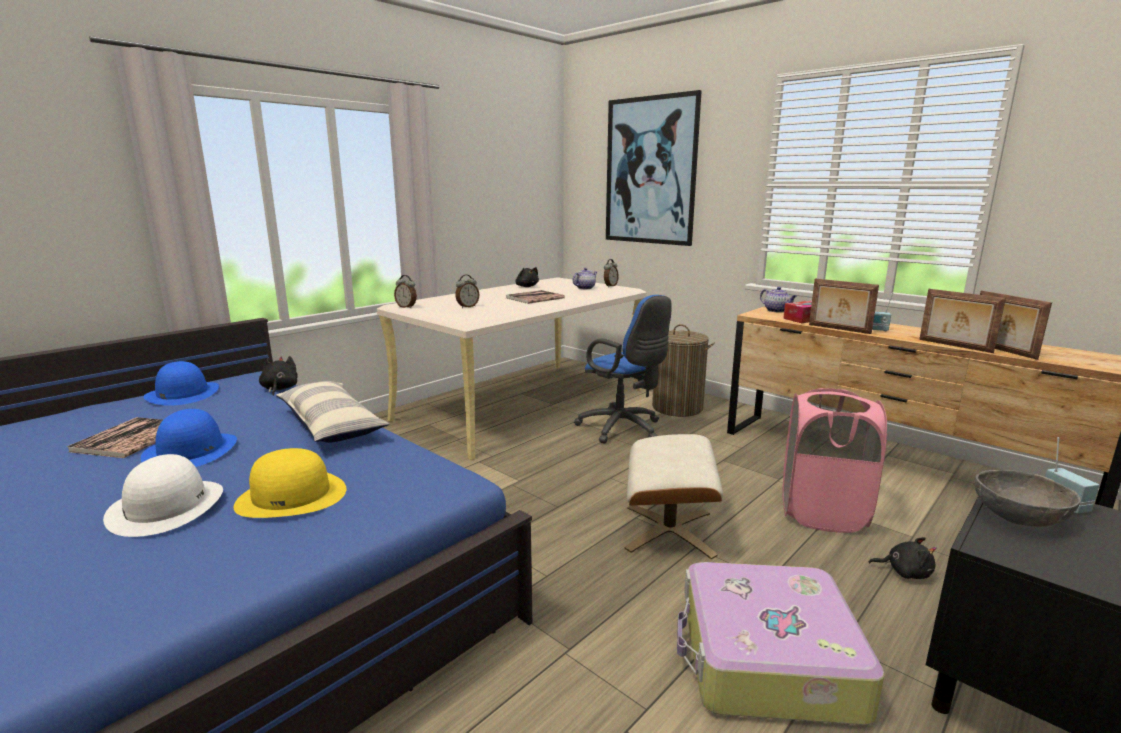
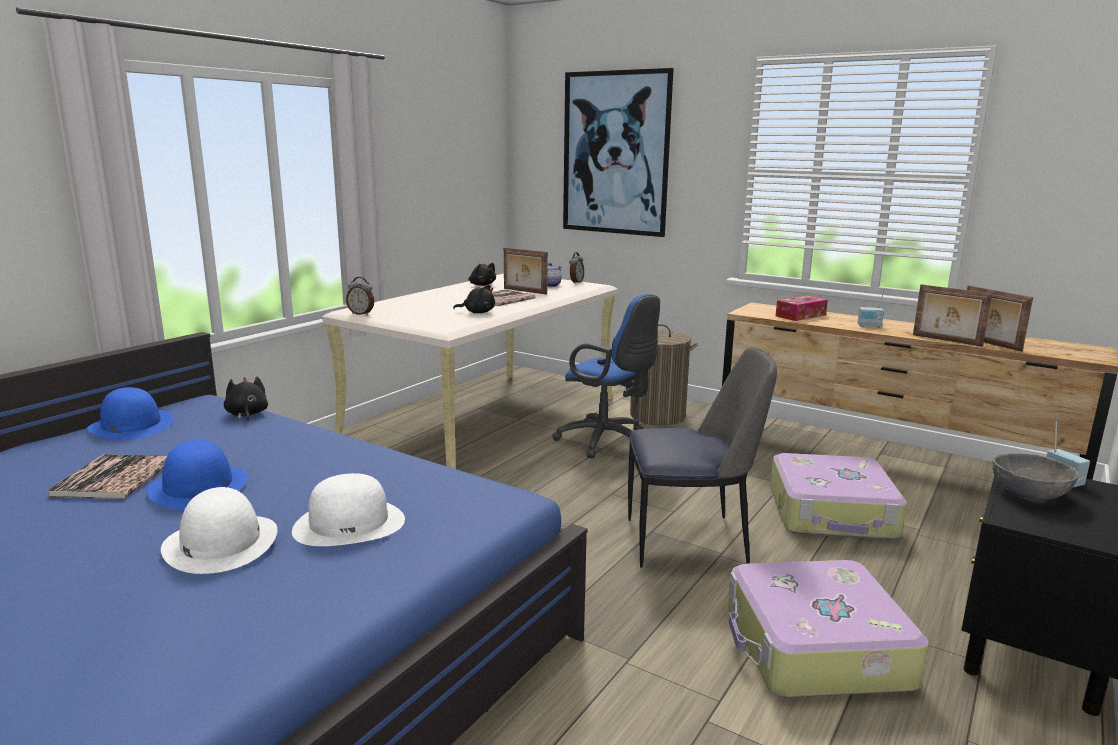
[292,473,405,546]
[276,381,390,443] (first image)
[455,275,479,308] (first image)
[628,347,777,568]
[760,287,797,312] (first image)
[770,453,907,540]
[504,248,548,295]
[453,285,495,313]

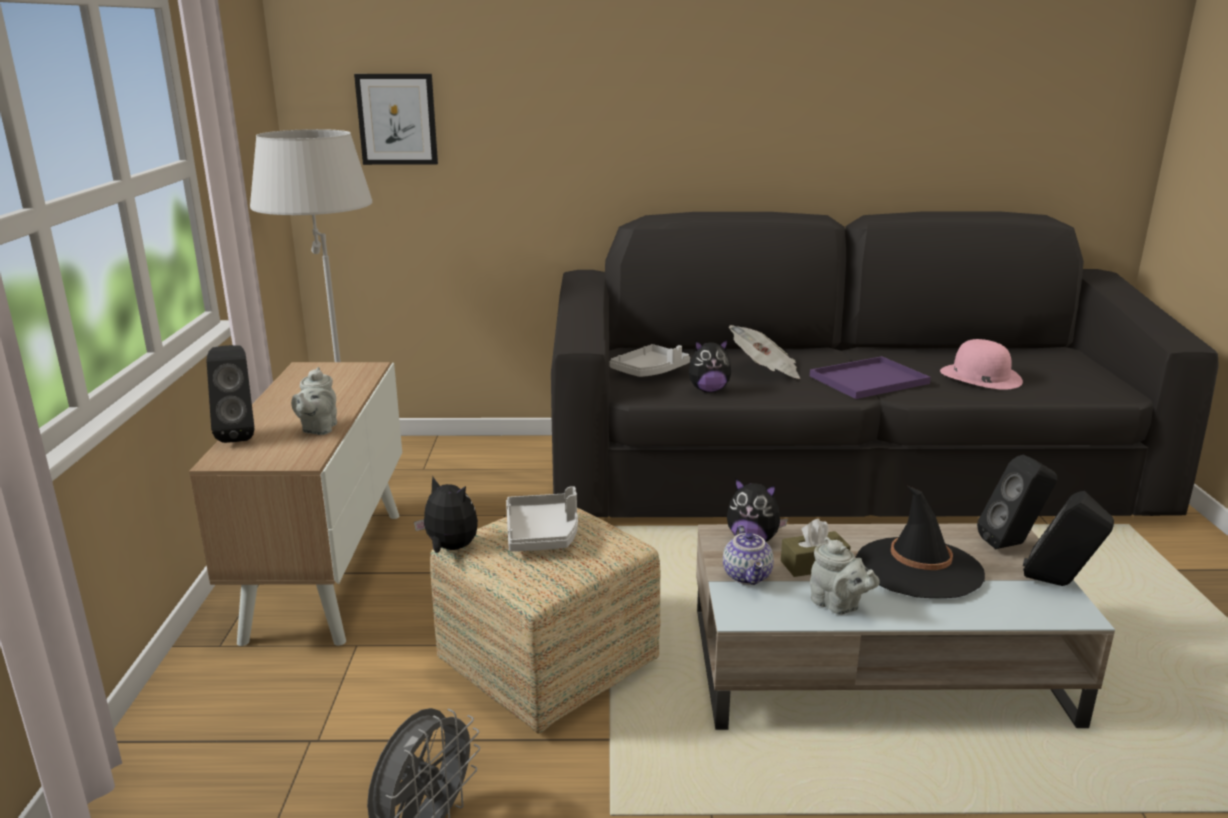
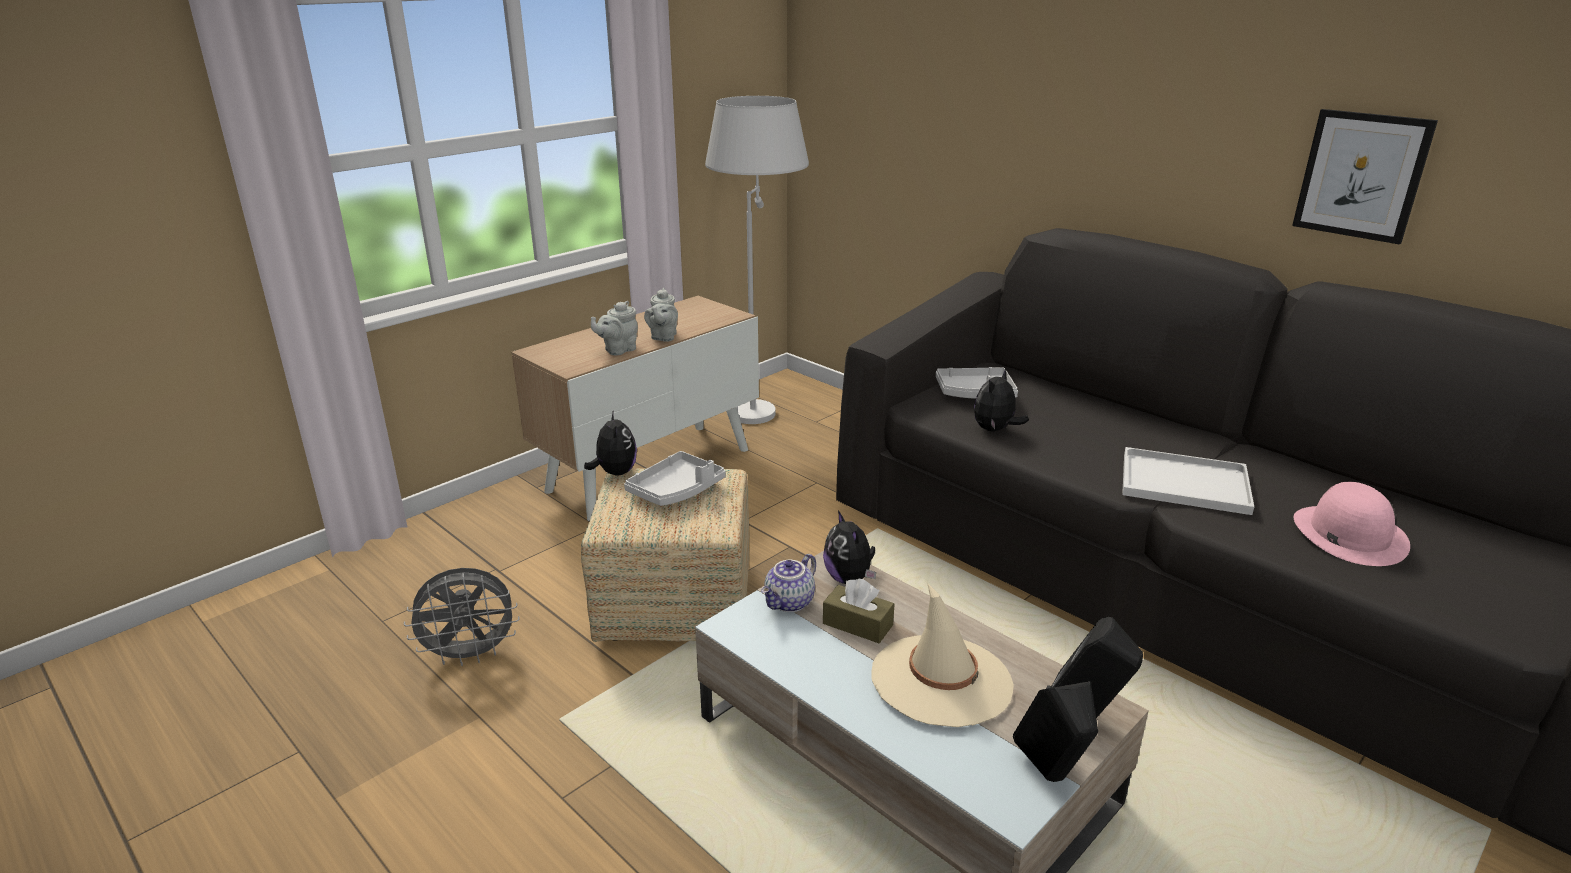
[207,345,254,443] (first image)
[1292,109,1438,245]
[974,369,1029,431]
[729,325,800,379] (first image)
[1122,447,1254,515]
[644,288,678,342]
[872,583,1014,727]

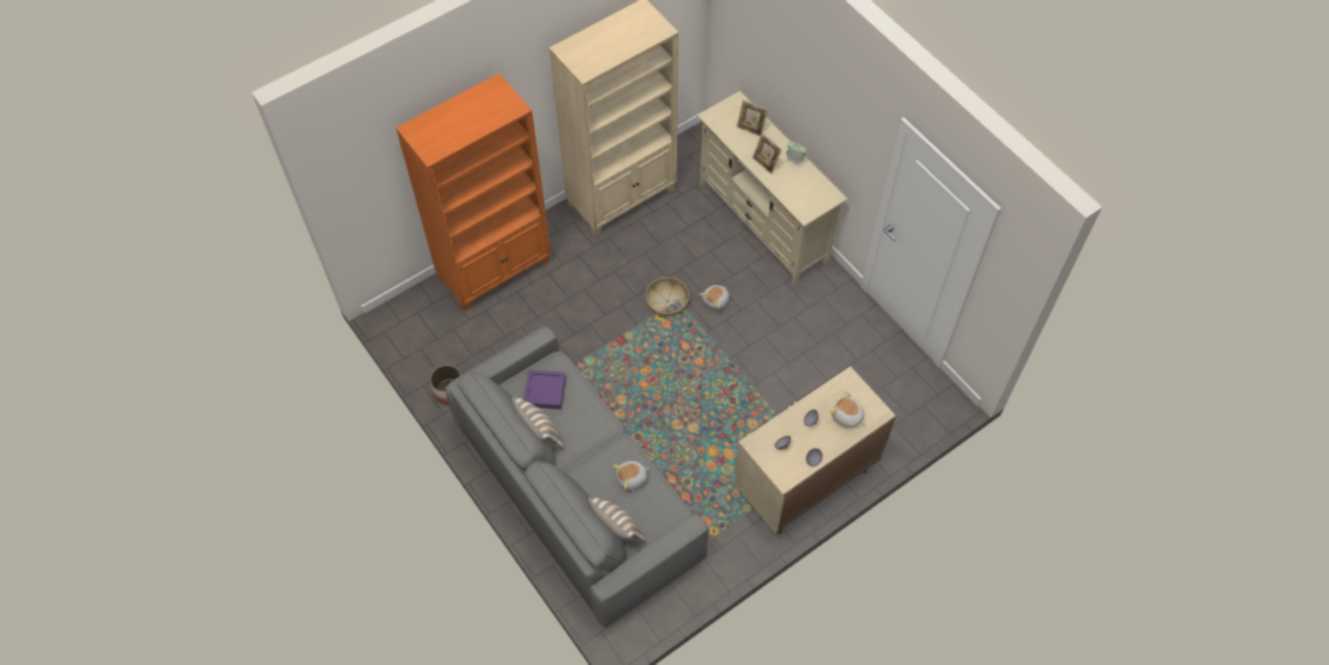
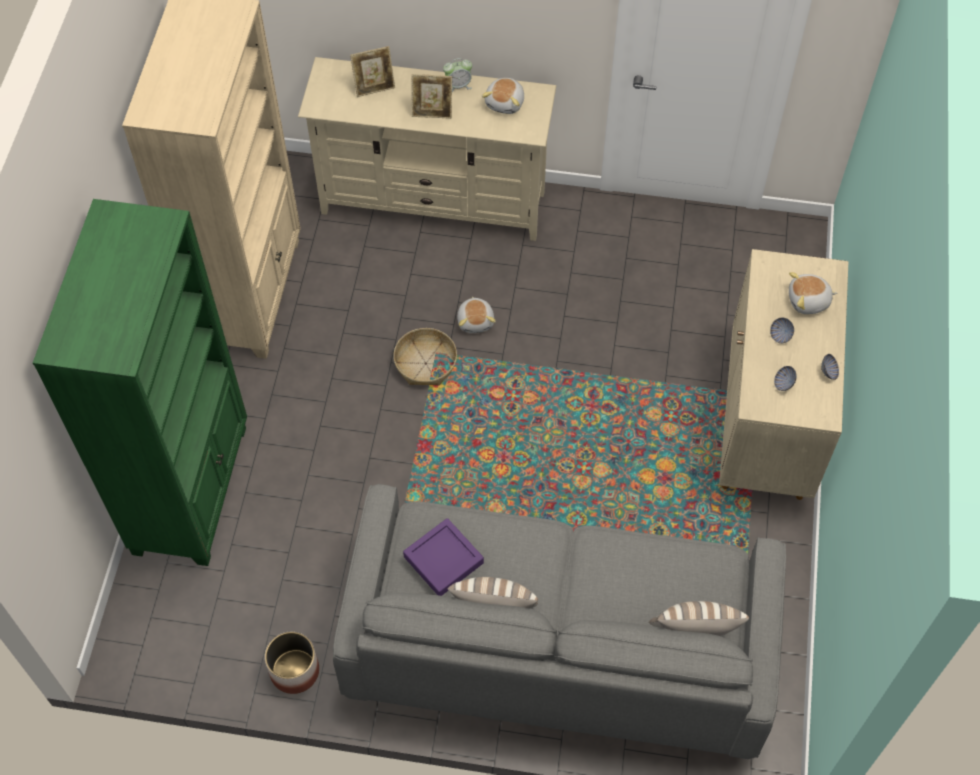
[33,199,247,566]
[482,78,524,114]

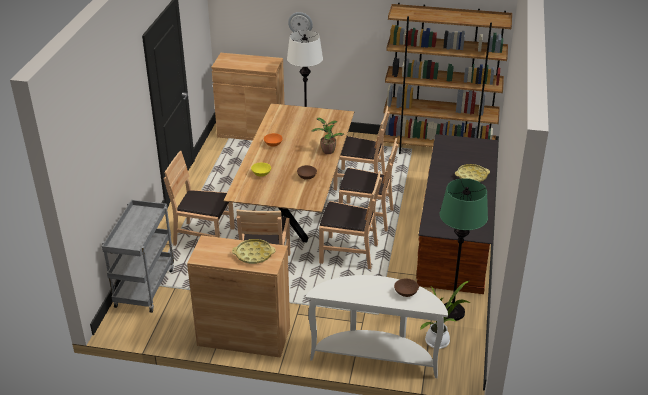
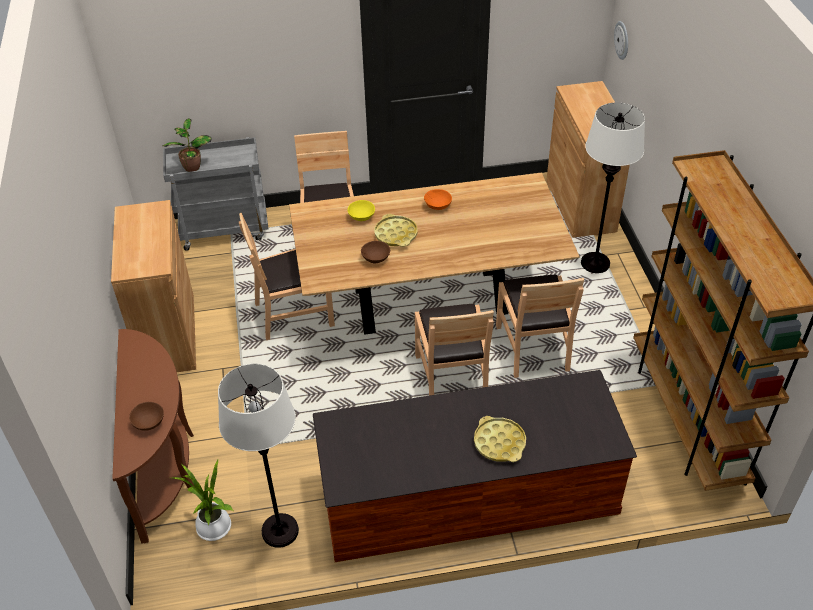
[375,214,418,247]
[614,21,628,60]
[112,329,195,544]
[162,118,212,172]
[319,171,382,269] (first image)
[218,364,299,548]

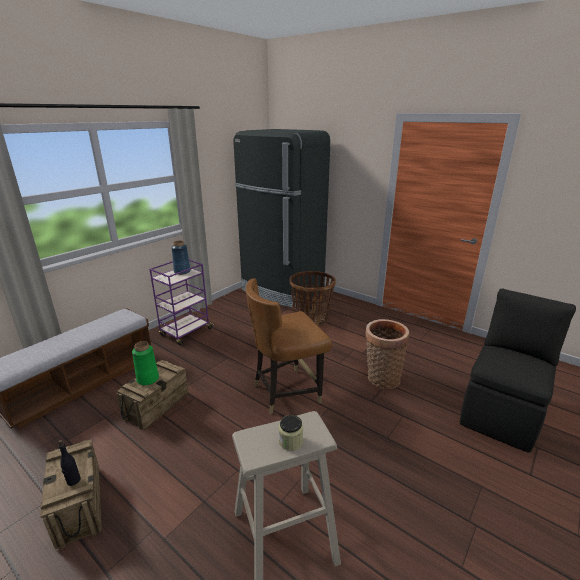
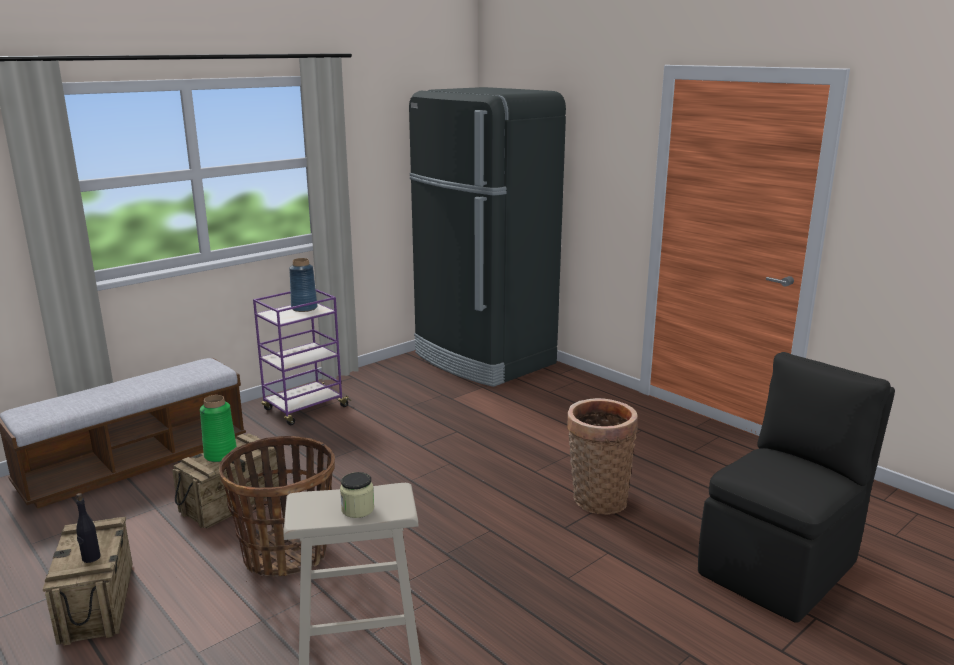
[245,278,332,414] (first image)
[219,436,335,576]

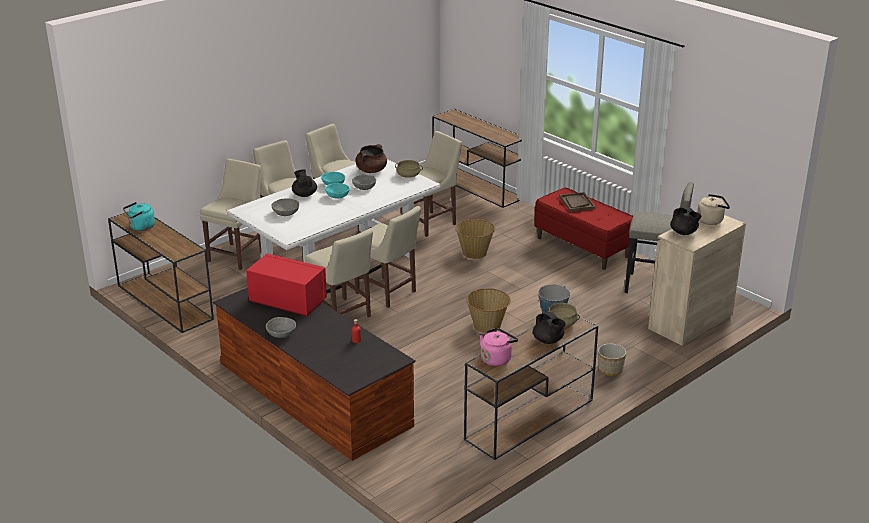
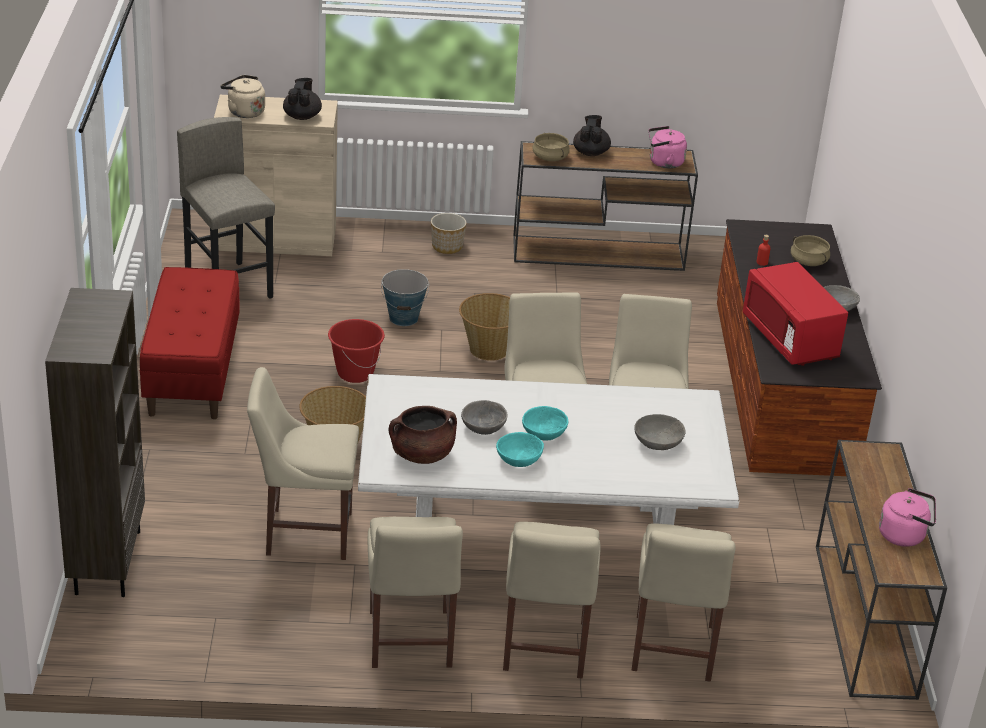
[879,488,936,547]
[632,523,736,682]
[292,169,317,197] (first image)
[791,235,830,266]
[45,288,145,597]
[559,192,596,212] (first image)
[328,319,385,383]

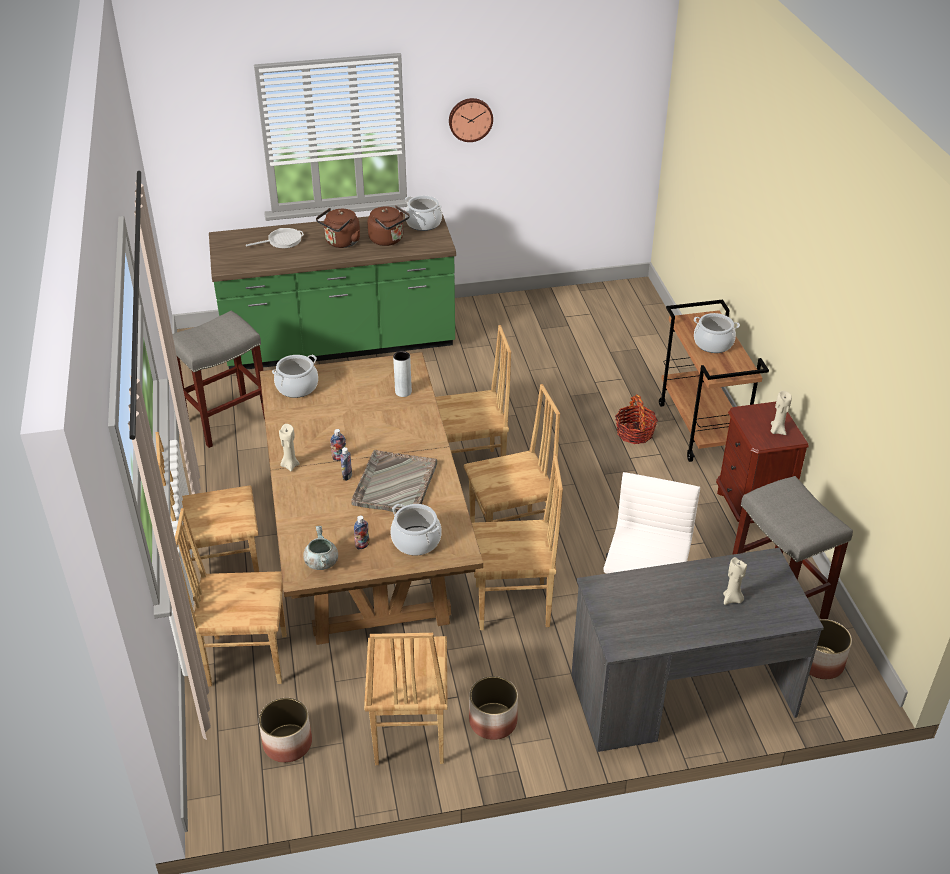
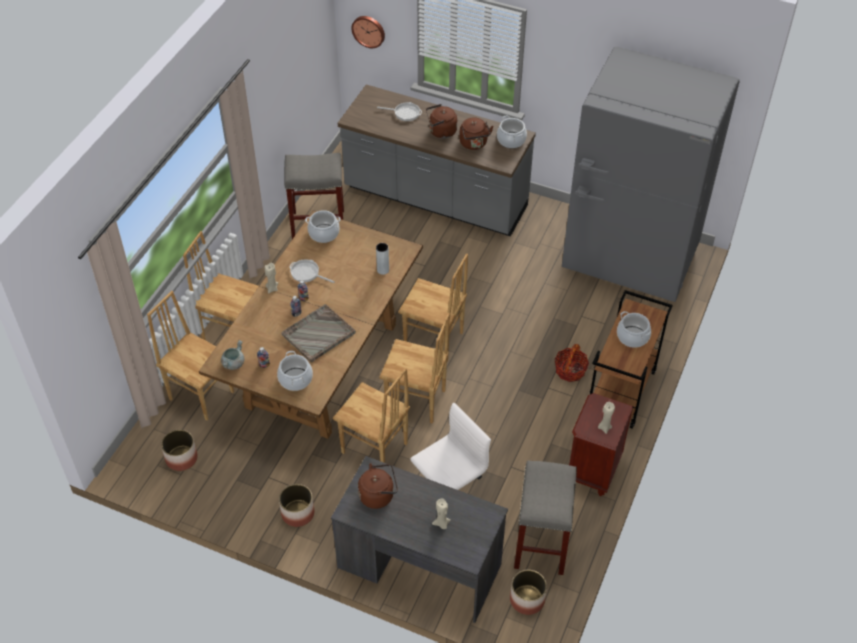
[338,84,536,237]
[364,633,448,765] (first image)
[351,16,385,48]
[289,259,335,283]
[358,463,398,509]
[562,47,740,302]

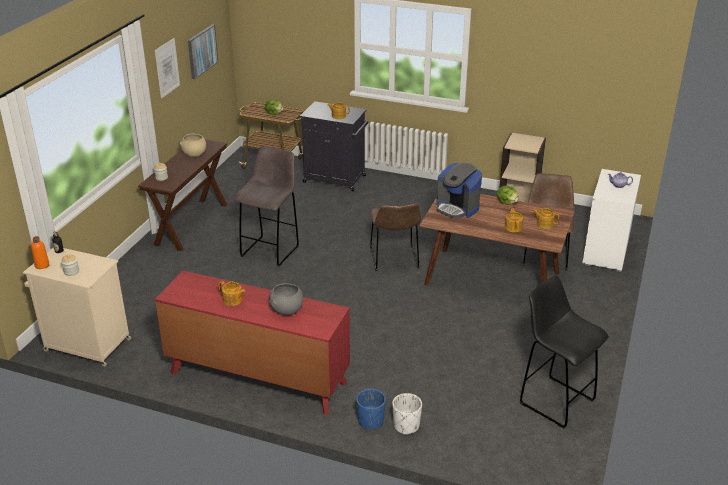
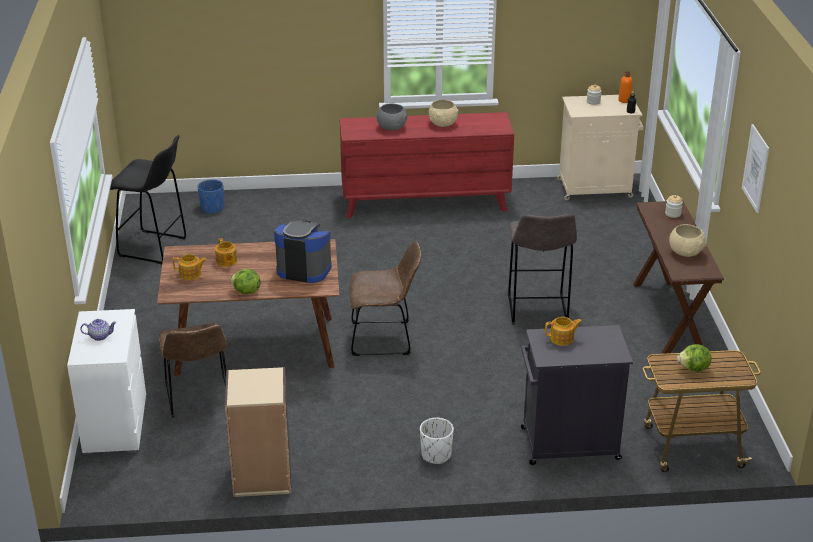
[188,24,218,79] (first image)
[429,100,459,127]
[197,179,224,214]
[350,241,421,356]
[420,418,454,464]

